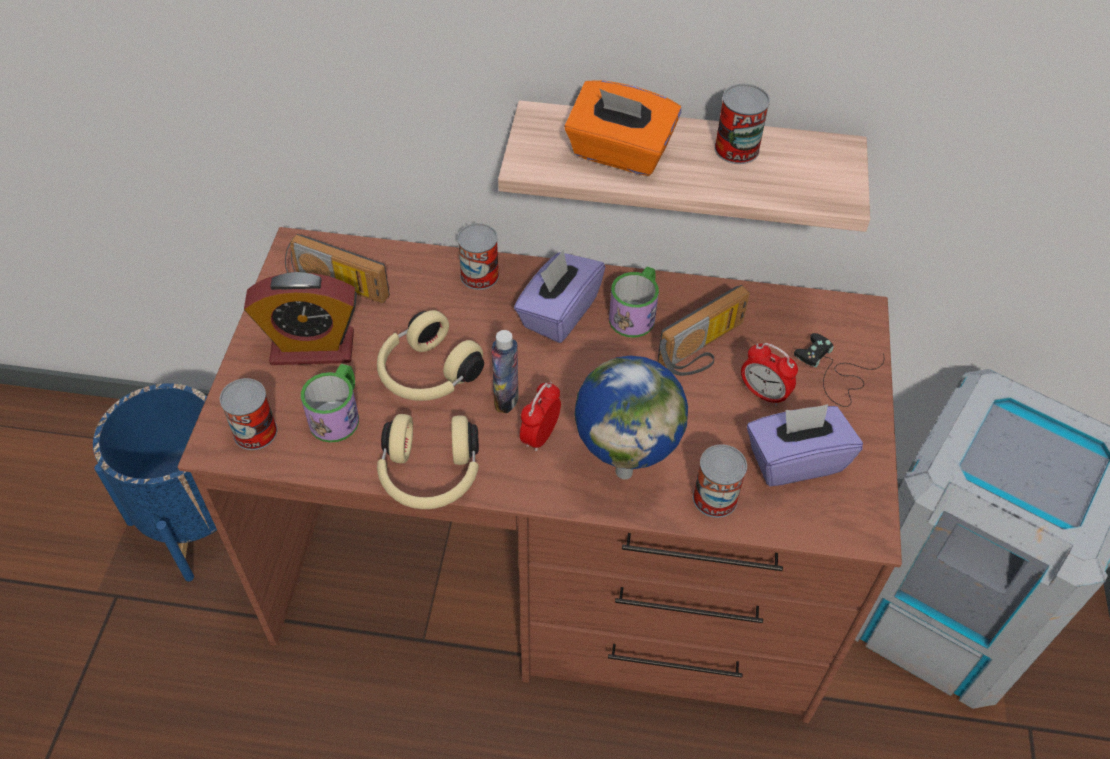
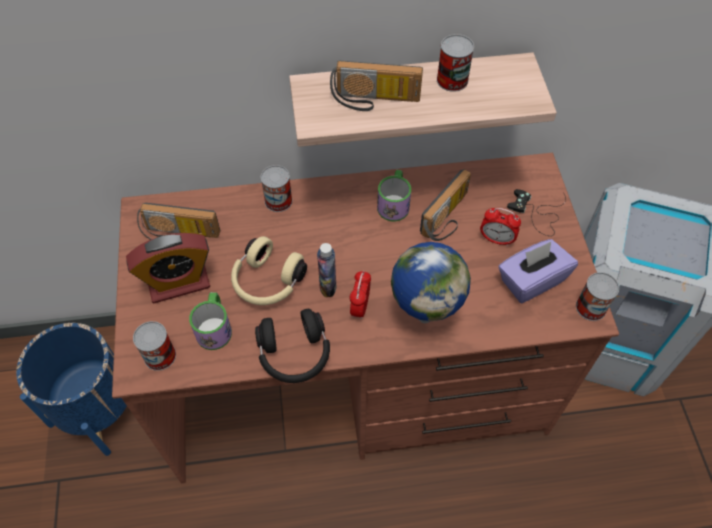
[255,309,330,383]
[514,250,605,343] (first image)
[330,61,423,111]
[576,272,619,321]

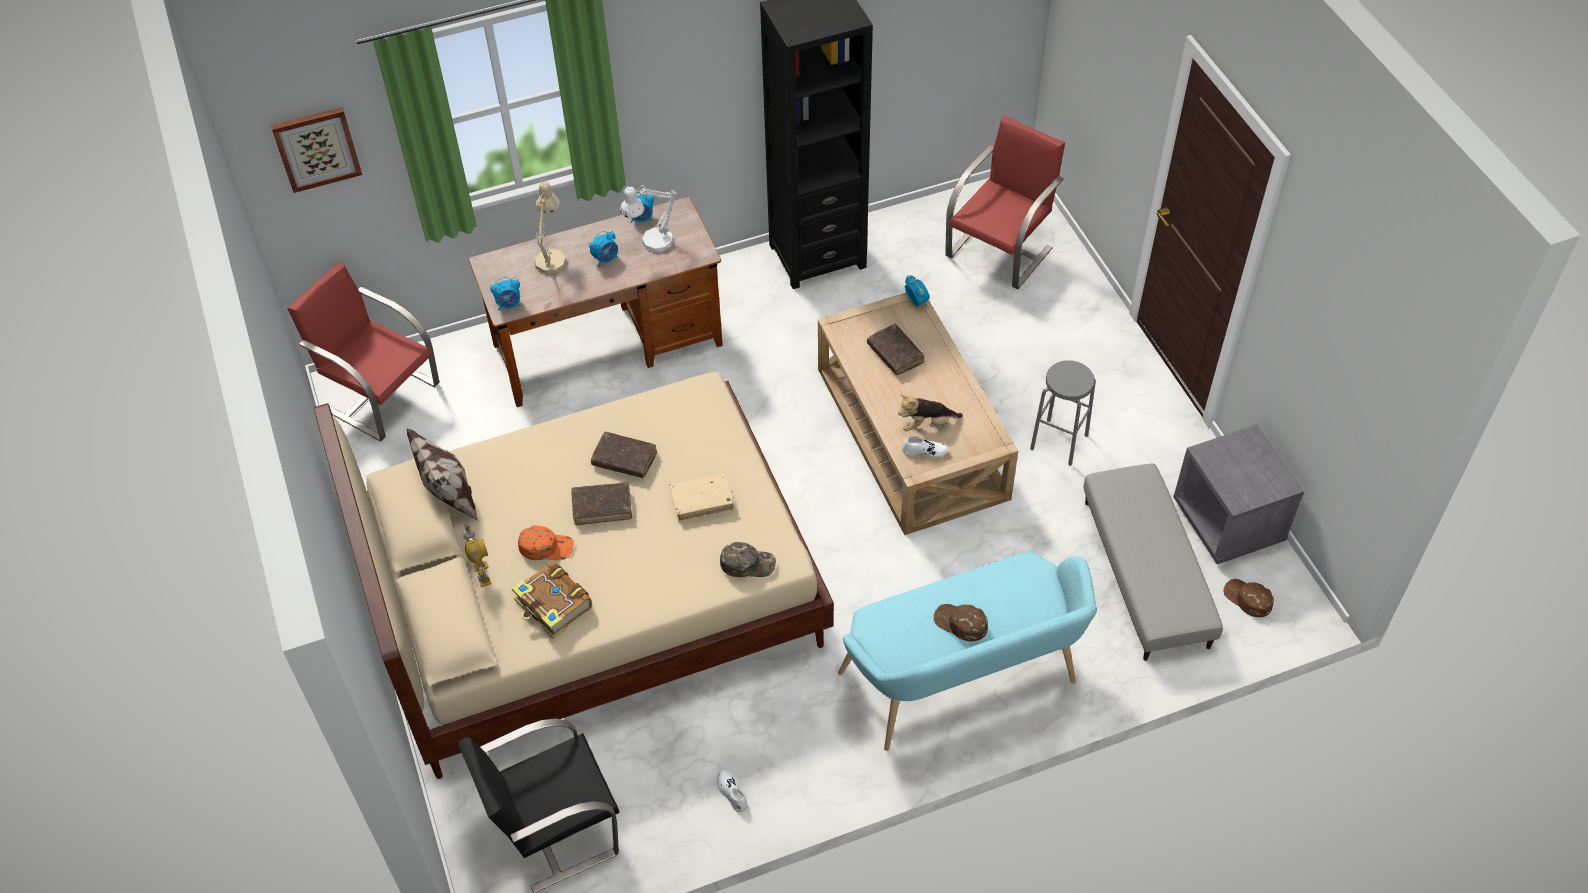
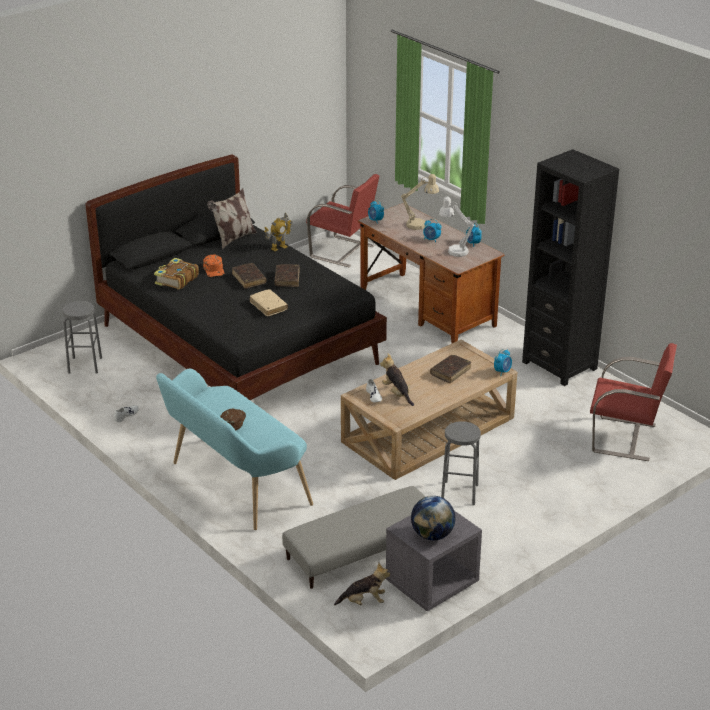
[271,107,362,193] (first image)
[306,174,379,267]
[86,155,387,400]
[62,301,102,374]
[264,213,292,251]
[720,542,776,577] (first image)
[334,563,390,605]
[411,496,456,540]

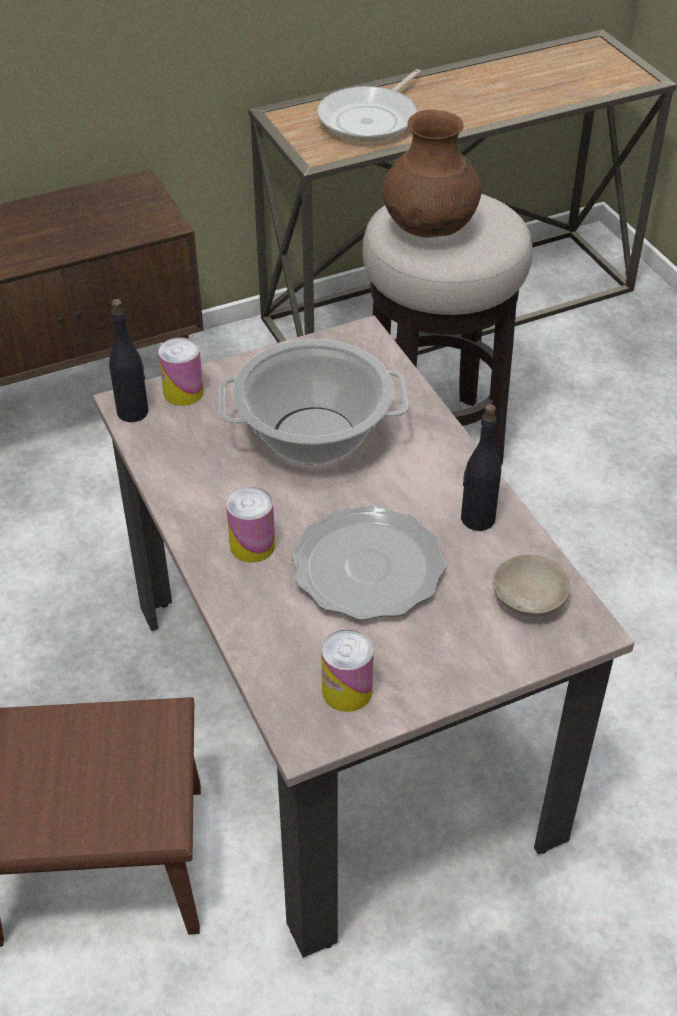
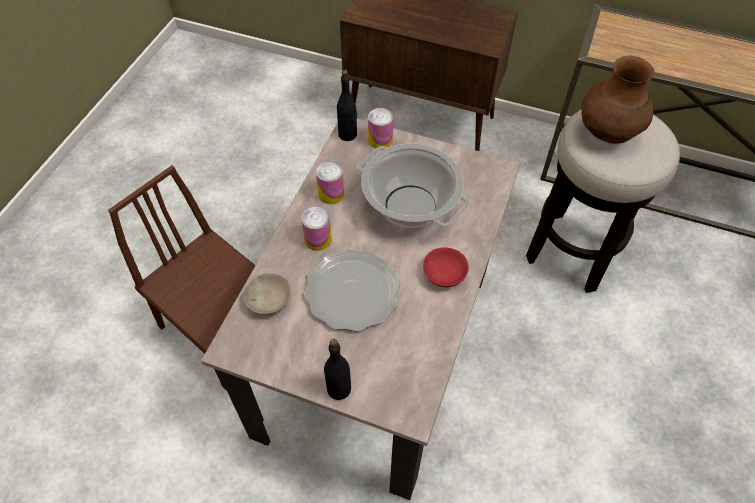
[317,69,421,142] (first image)
[316,161,344,204]
[324,339,351,400]
[244,273,291,315]
[423,247,469,287]

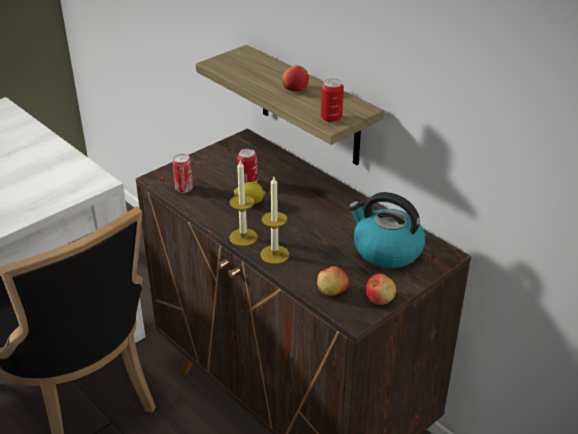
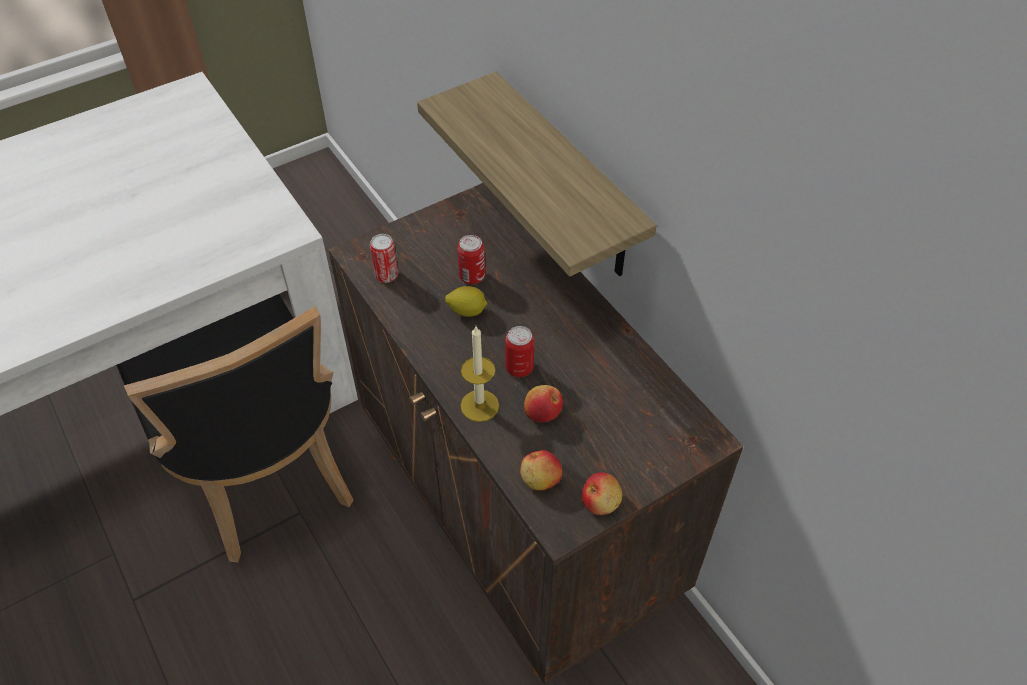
[229,159,258,246] (first image)
[524,385,563,422]
[505,326,534,377]
[348,192,425,268] (first image)

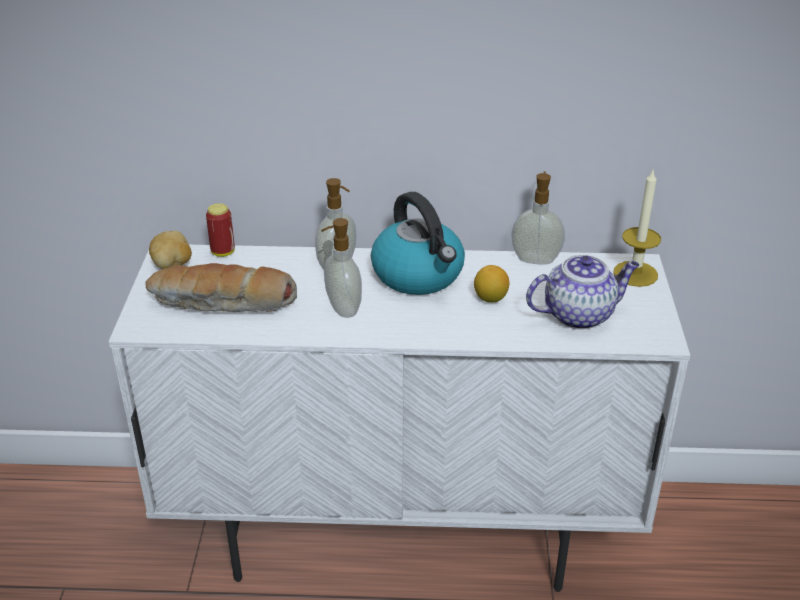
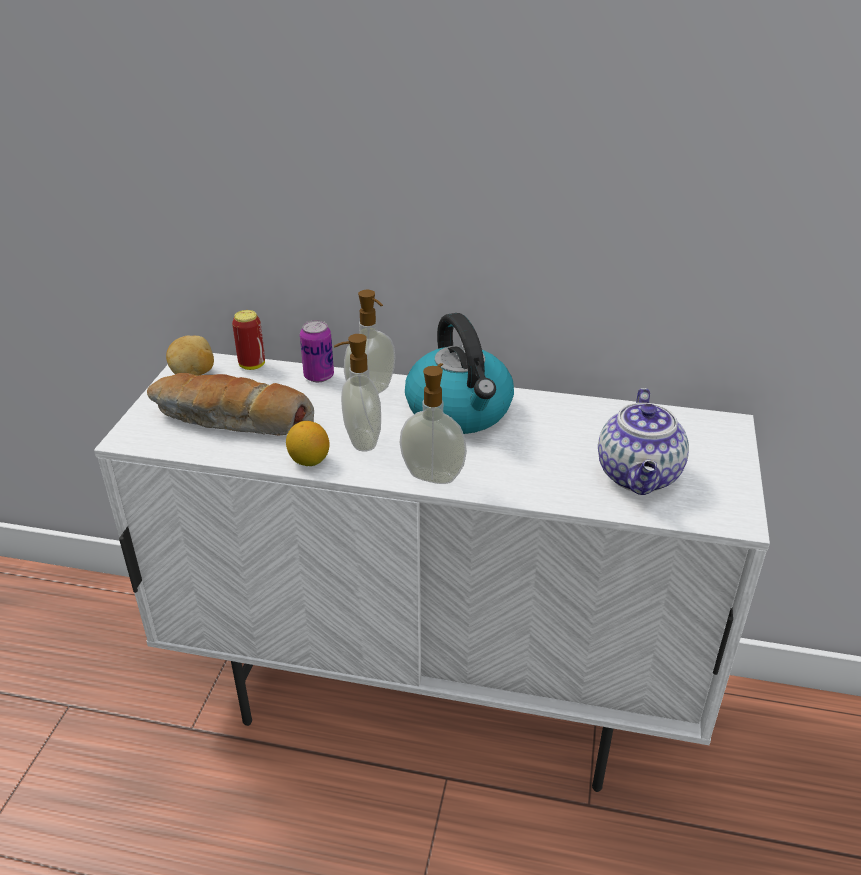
[286,421,330,466]
[399,363,467,484]
[598,388,689,495]
[613,168,661,287] (first image)
[300,320,334,382]

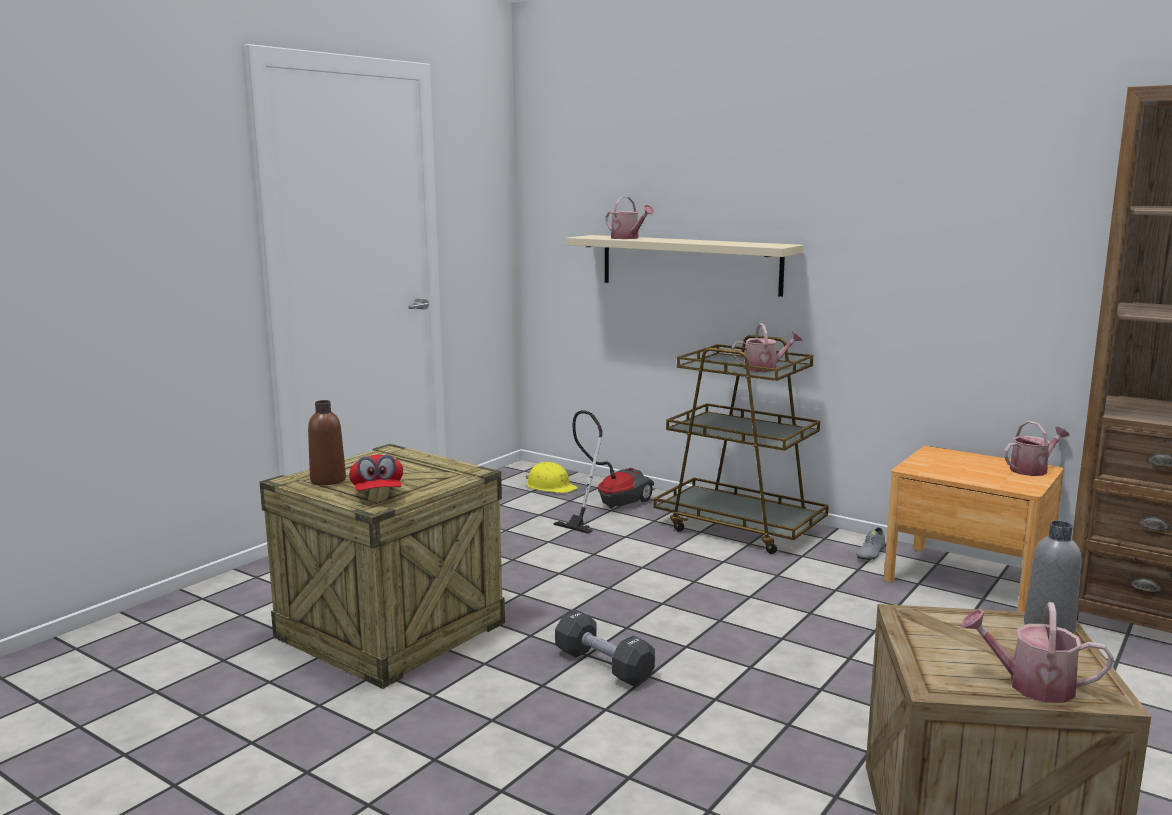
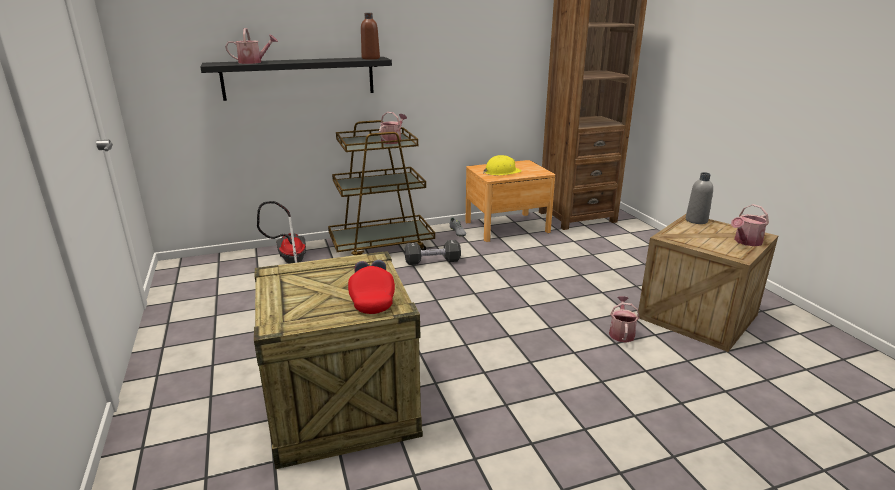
[361,13,380,60]
[348,260,395,314]
[483,155,522,175]
[405,240,461,265]
[200,57,392,101]
[609,296,640,343]

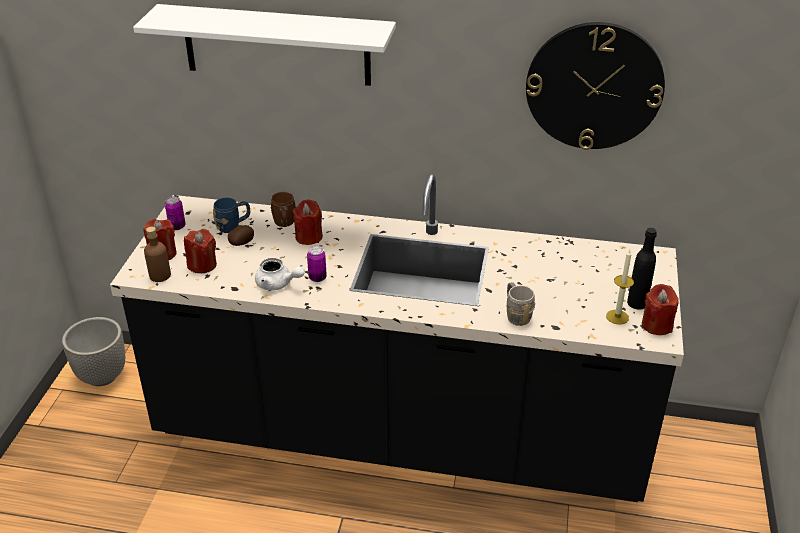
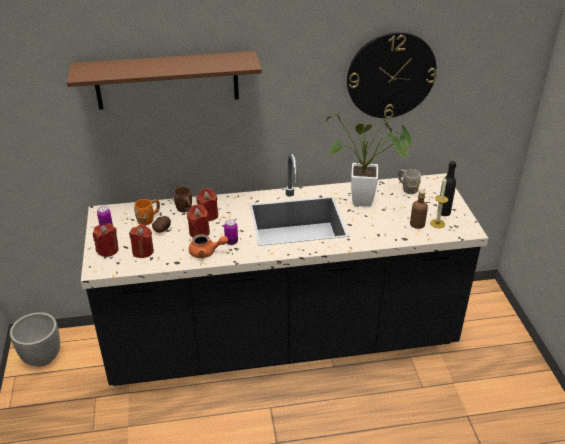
[67,51,262,110]
[410,190,428,229]
[134,199,160,225]
[189,234,228,258]
[398,169,421,194]
[187,205,210,237]
[326,111,413,207]

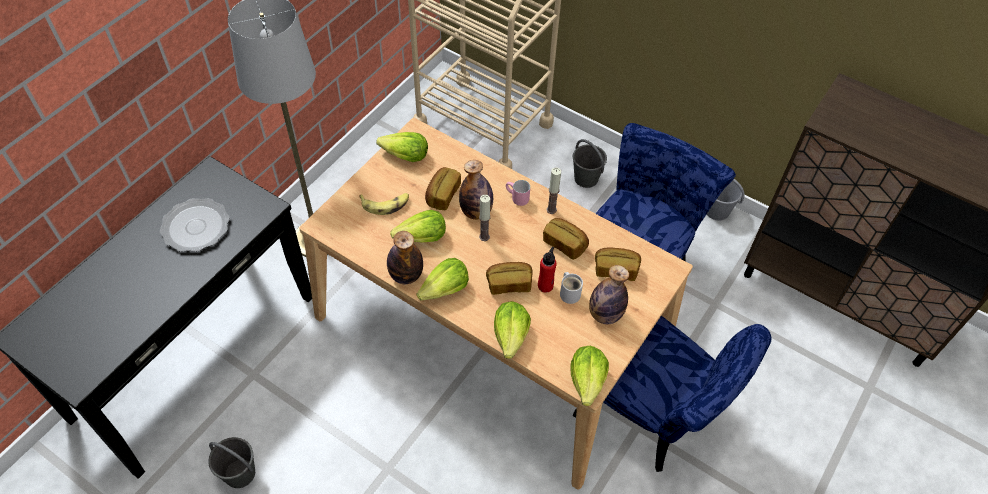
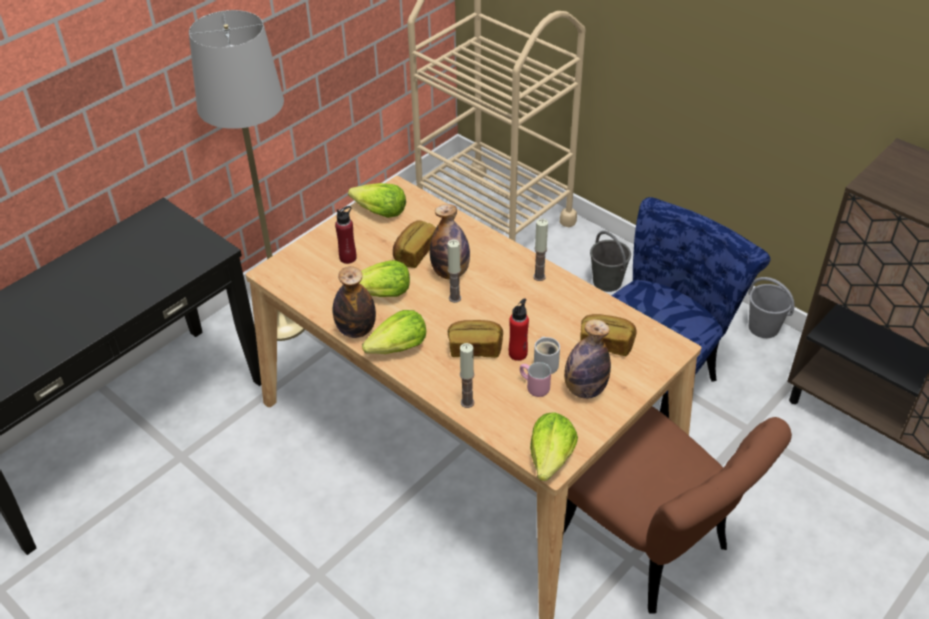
[160,198,230,252] (first image)
[208,437,255,488] (first image)
[335,206,356,264]
[460,343,474,408]
[520,362,551,397]
[543,218,589,260] (first image)
[563,406,792,613]

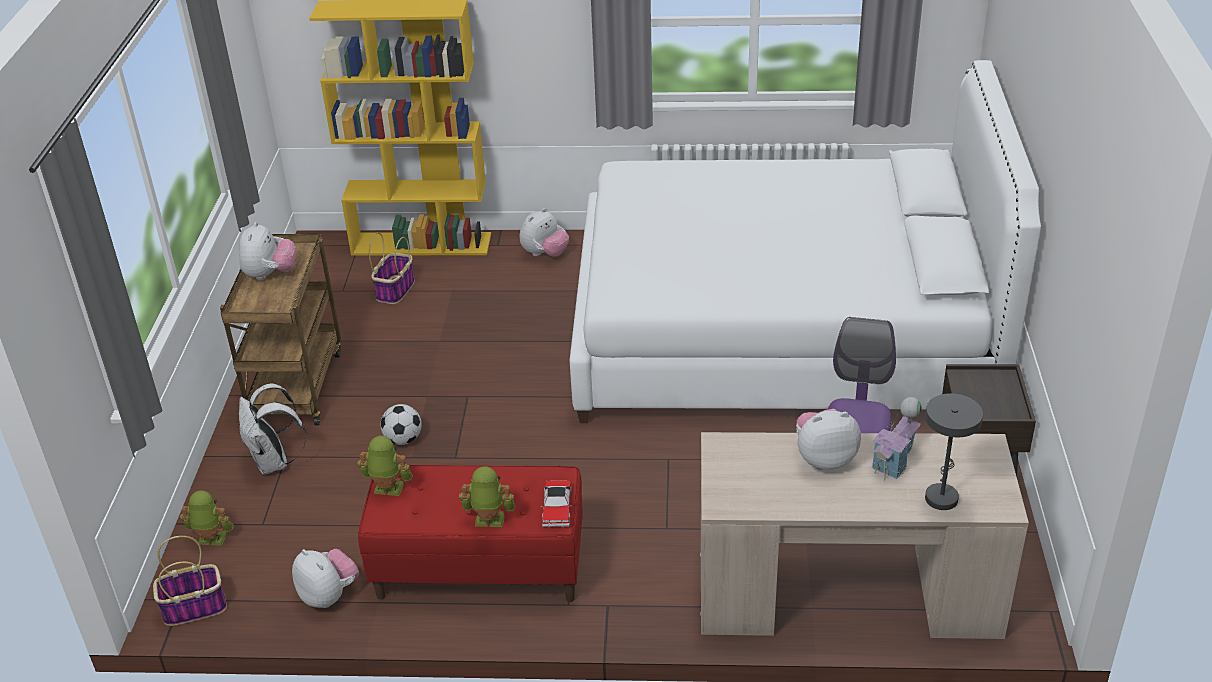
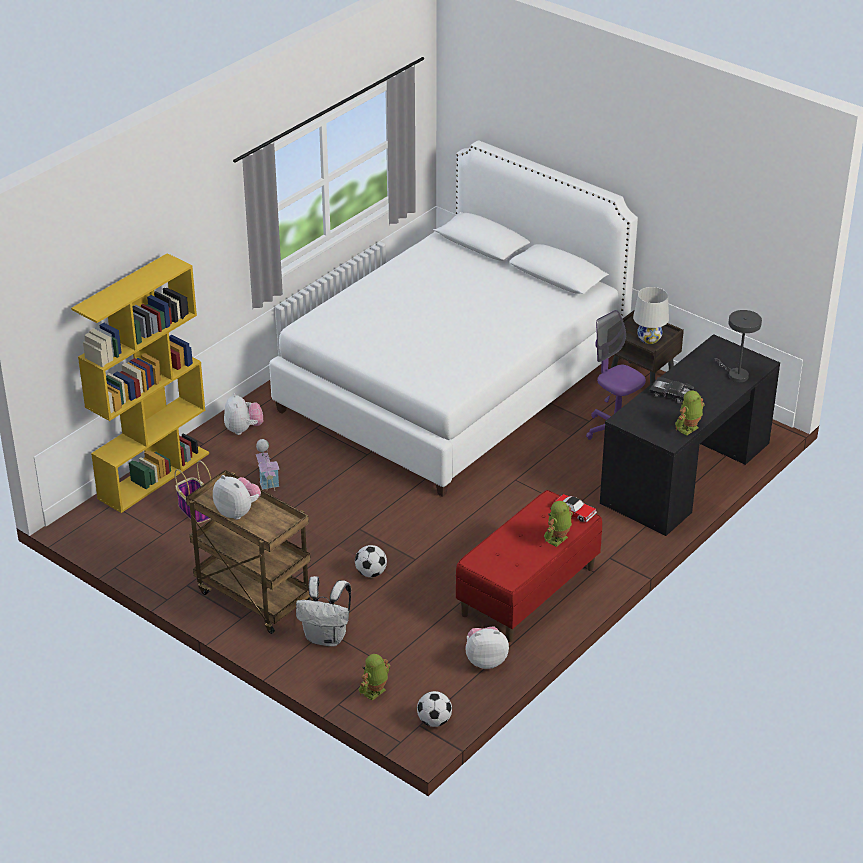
[417,691,452,727]
[675,390,705,435]
[600,334,780,536]
[650,377,694,403]
[256,439,279,491]
[633,287,669,344]

